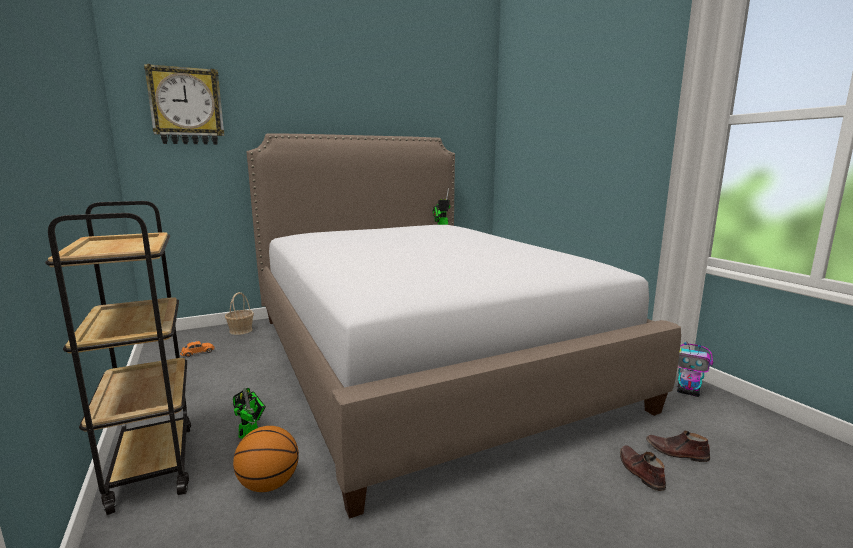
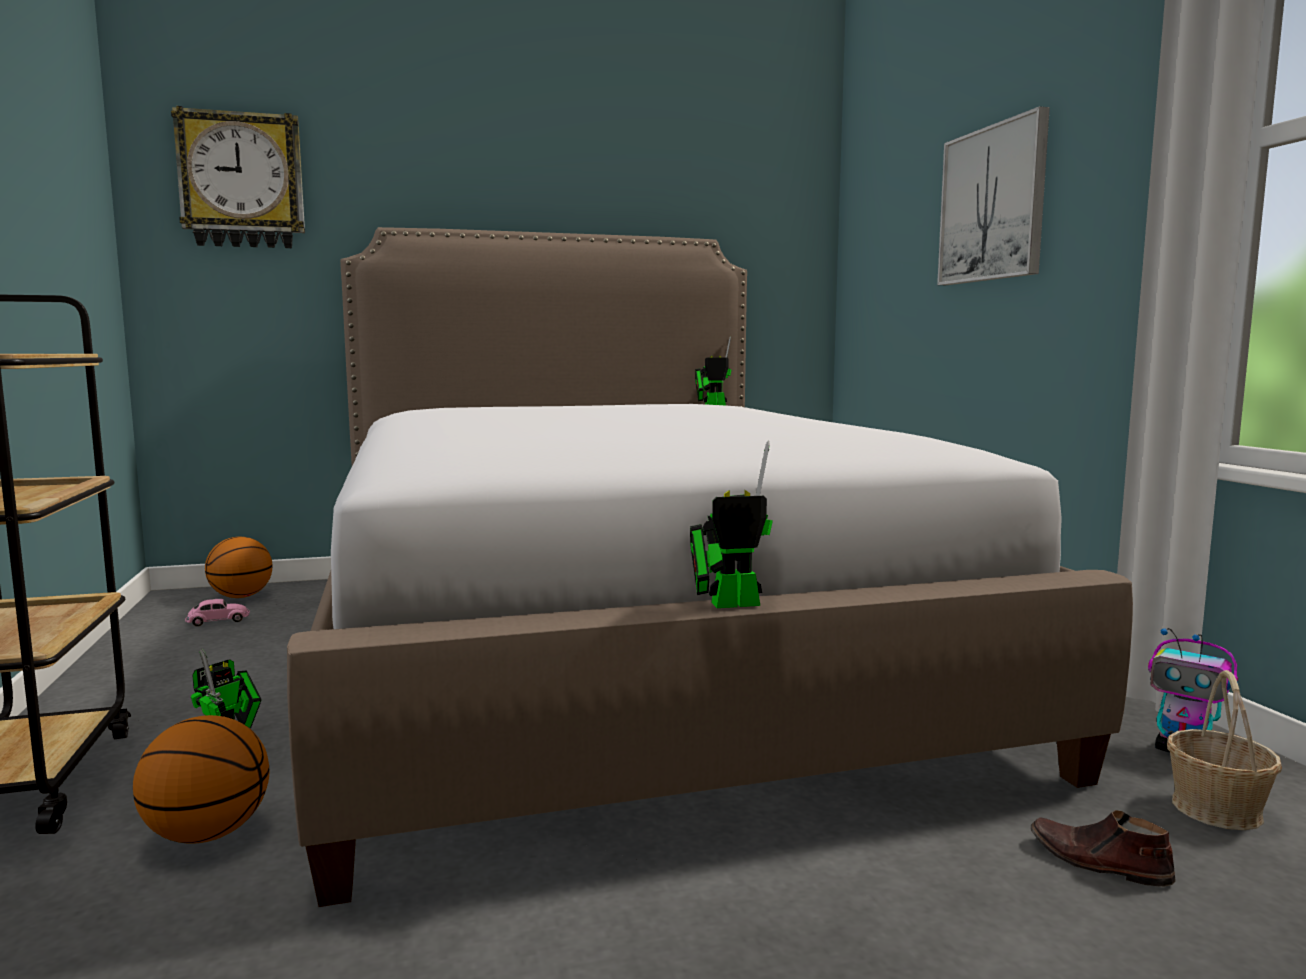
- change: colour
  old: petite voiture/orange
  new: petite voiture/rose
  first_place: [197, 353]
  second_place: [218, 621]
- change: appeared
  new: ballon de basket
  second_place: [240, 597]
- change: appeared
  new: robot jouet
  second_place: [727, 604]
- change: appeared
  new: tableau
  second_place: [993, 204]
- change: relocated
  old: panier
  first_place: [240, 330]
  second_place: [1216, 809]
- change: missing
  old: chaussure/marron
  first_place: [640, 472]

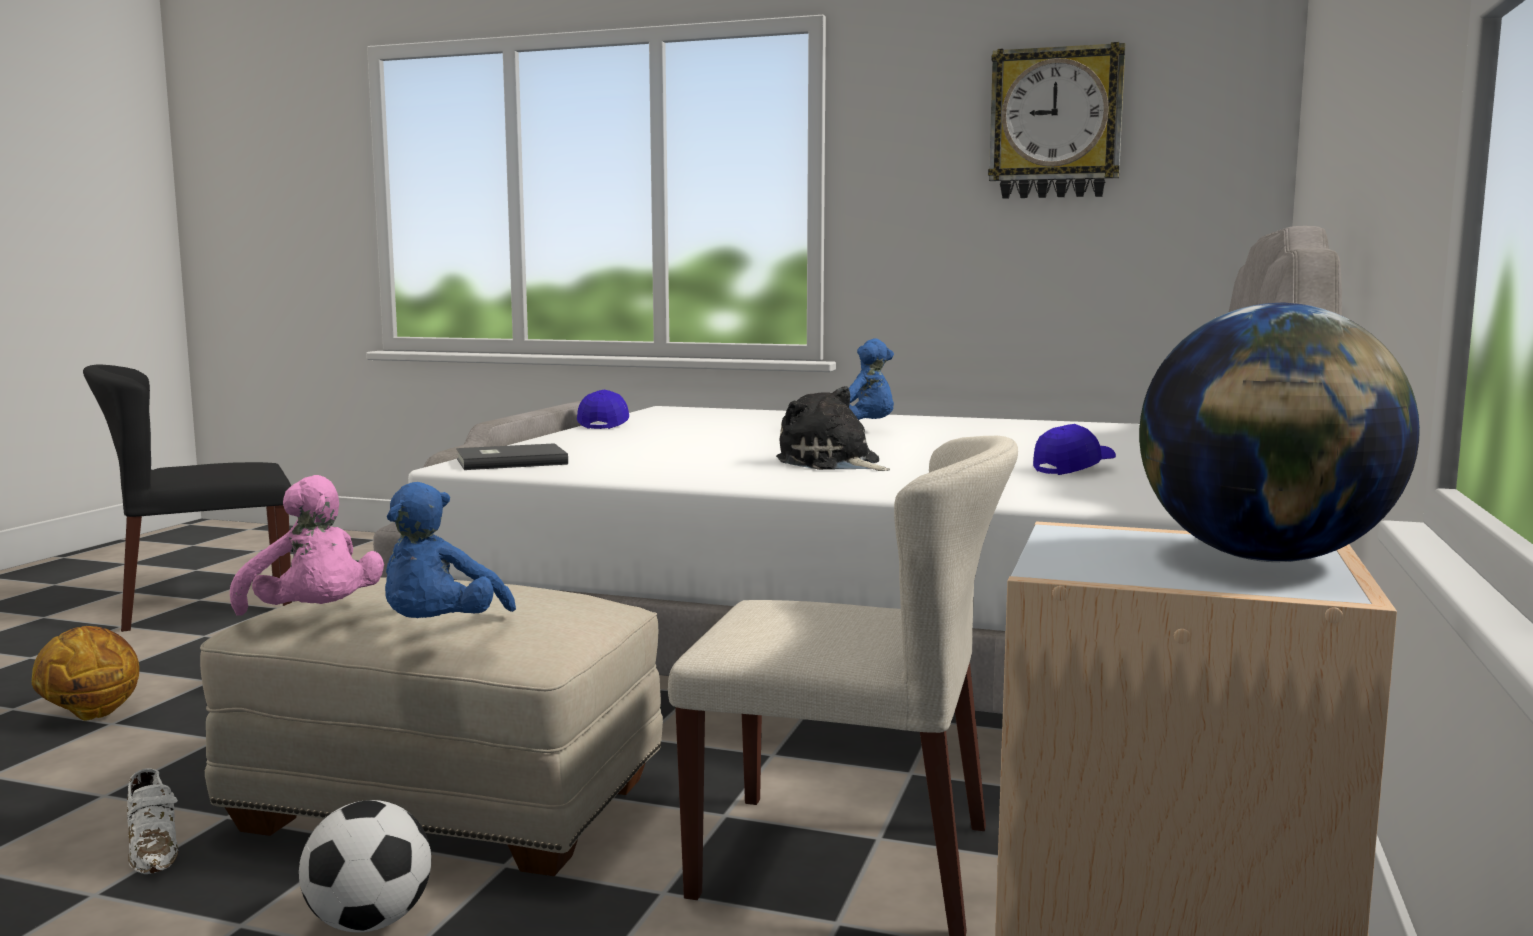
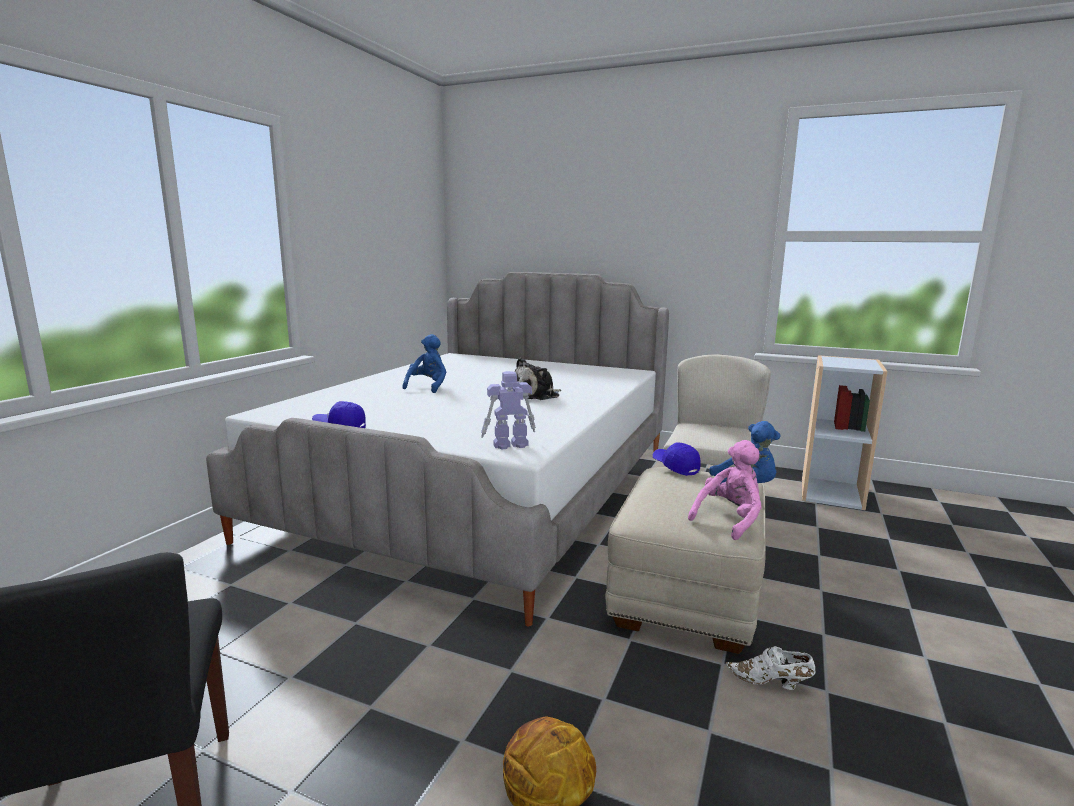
- change: exchanged
  old: livre/gris
  new: robot jouet
  first_place: [509, 461]
  second_place: [509, 445]
- change: relocated
  old: casquette/bleu
  first_place: [1073, 469]
  second_place: [675, 467]
- change: spun
  old: chaussure/blanc
  first_place: [153, 849]
  second_place: [771, 682]
  degrees: -135
- change: missing
  old: ballon de foot
  first_place: [369, 923]
- change: missing
  old: horloge murale
  first_place: [1055, 123]
- change: missing
  old: globe
  first_place: [1264, 559]

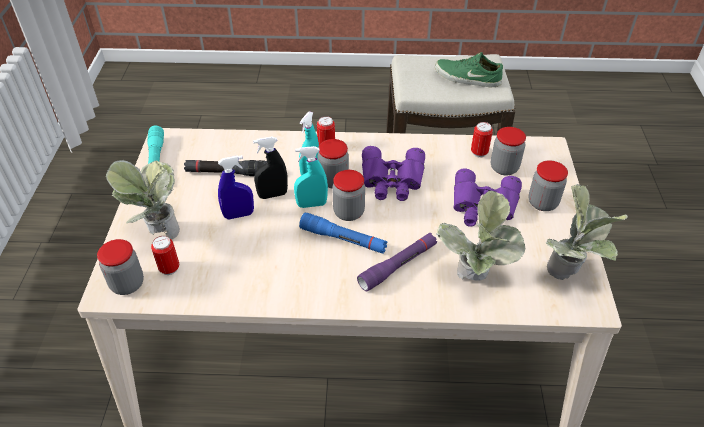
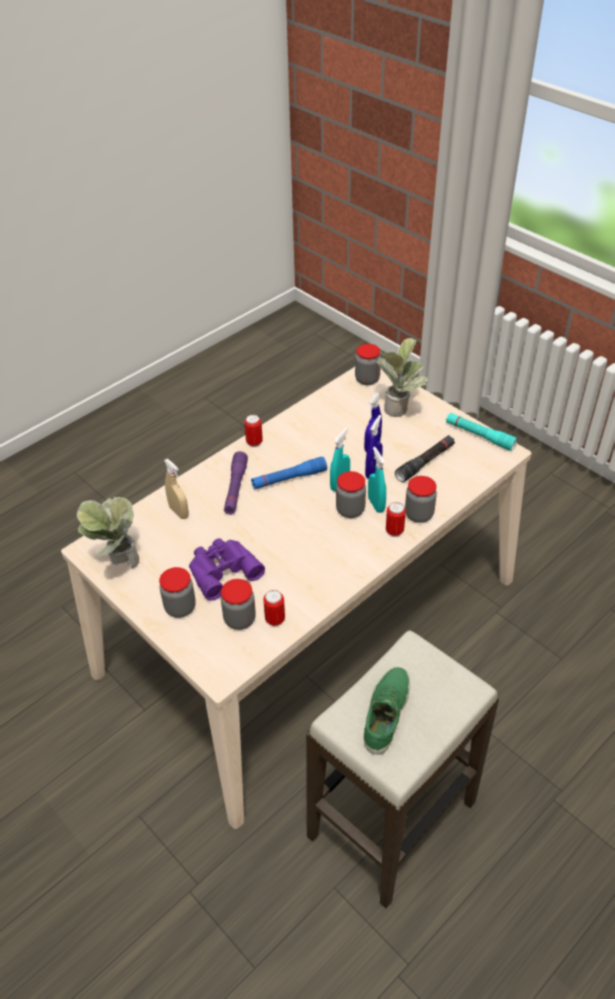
- change: exchanged
  old: plante en pot
  new: vaporisateur/beige
  first_place: [473, 281]
  second_place: [179, 512]
- change: relocated
  old: boîte métallique
  first_place: [169, 268]
  second_place: [254, 442]
- change: spun
  old: chaussure/vert
  first_place: [467, 78]
  second_place: [384, 712]
  degrees: -45
- change: colour
  old: vaporisateur/noir
  new: vaporisateur/bleu
  first_place: [273, 195]
  second_place: [373, 472]
- change: relocated
  old: bocal
  first_place: [349, 212]
  second_place: [419, 514]
- change: missing
  old: jumelles/violet
  first_place: [392, 180]

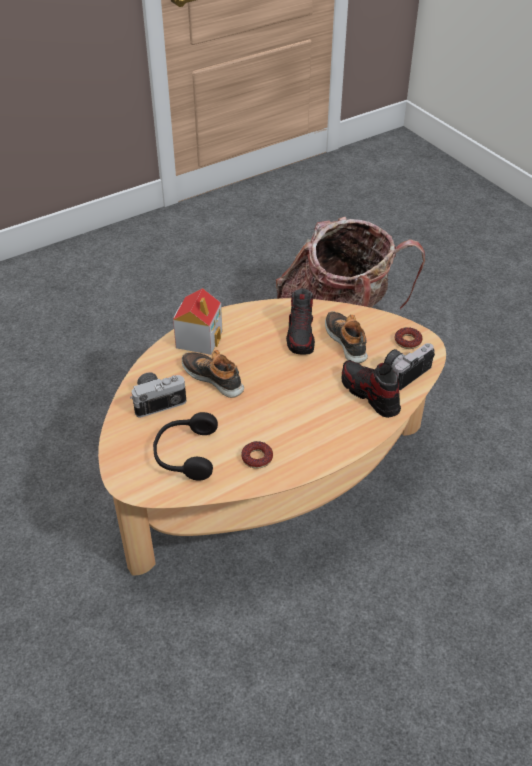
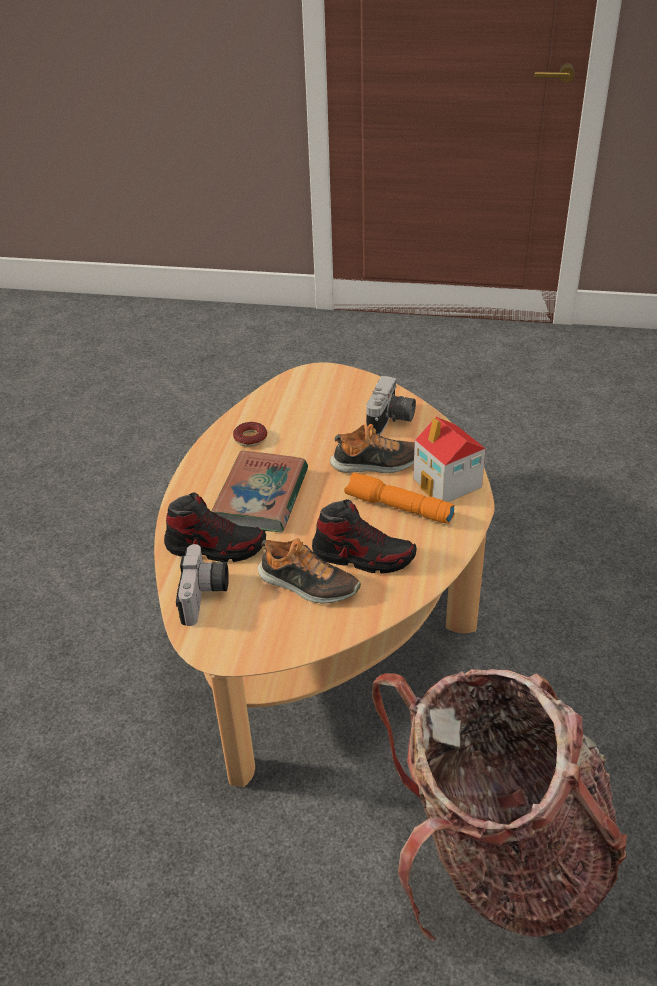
- change: appeared
  new: livre
  second_place: [262, 497]
- change: spun
  old: chaussure
  first_place: [301, 335]
  second_place: [363, 556]
  degrees: 150
- change: appeared
  new: lampe de poche/orange
  second_place: [397, 508]
- change: missing
  old: casque audio/noir
  first_place: [185, 454]
- change: missing
  old: beignet
  first_place: [408, 341]

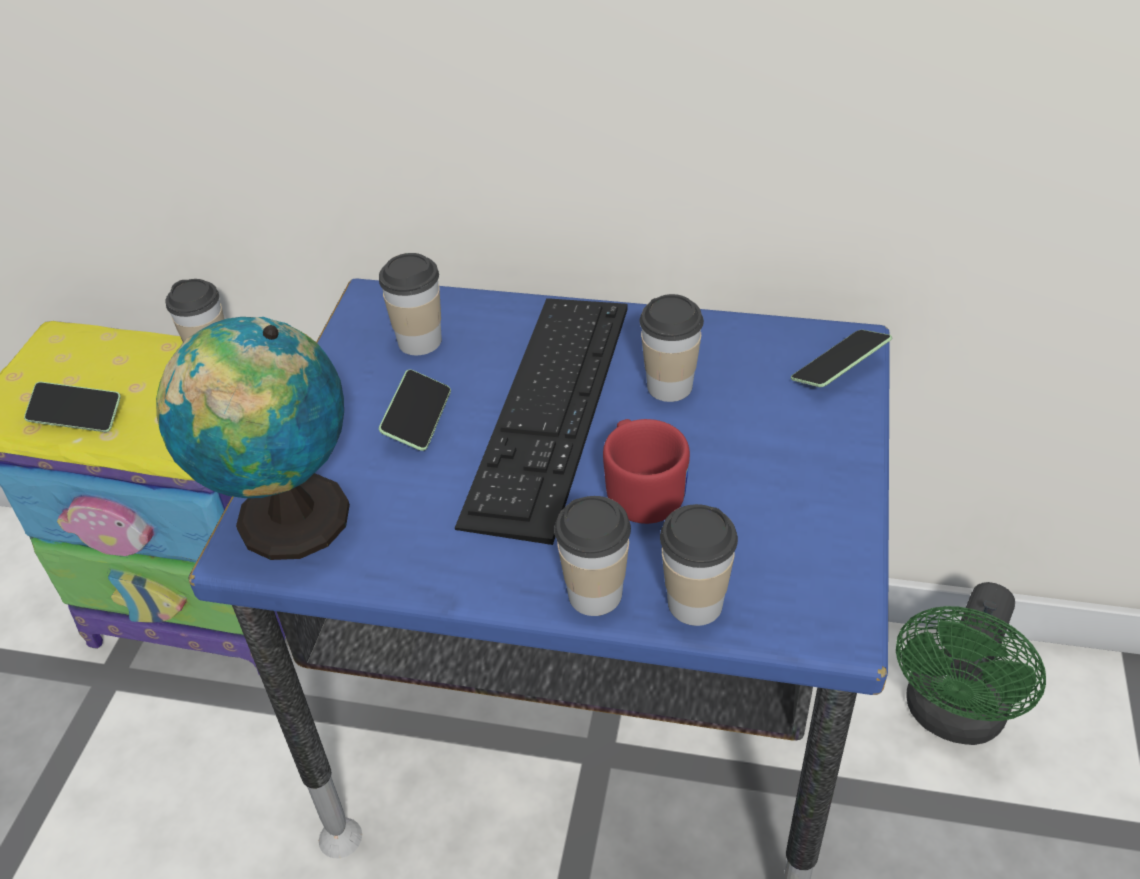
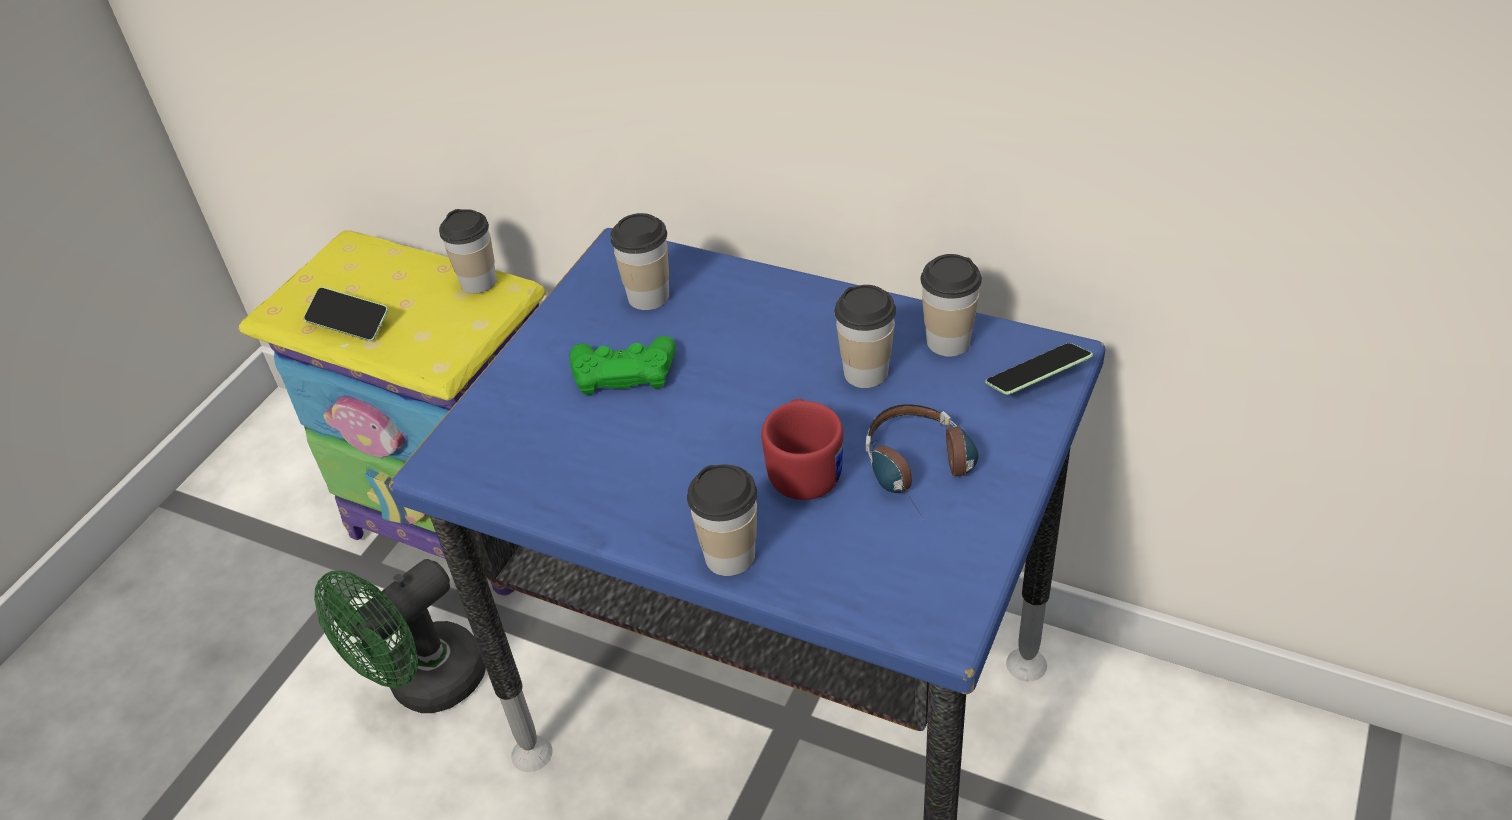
- change: relocated
  old: ventilateur/vert
  first_place: [952, 717]
  second_place: [424, 685]
- change: exchanged
  old: téléphone
  new: manette/vert
  first_place: [418, 420]
  second_place: [623, 371]
- change: appeared
  new: casque audio
  second_place: [924, 474]
- change: relocated
  old: tasse
  first_place: [695, 603]
  second_place: [948, 341]
- change: missing
  old: globe
  first_place: [285, 520]
- change: missing
  old: clavier
  first_place: [549, 409]

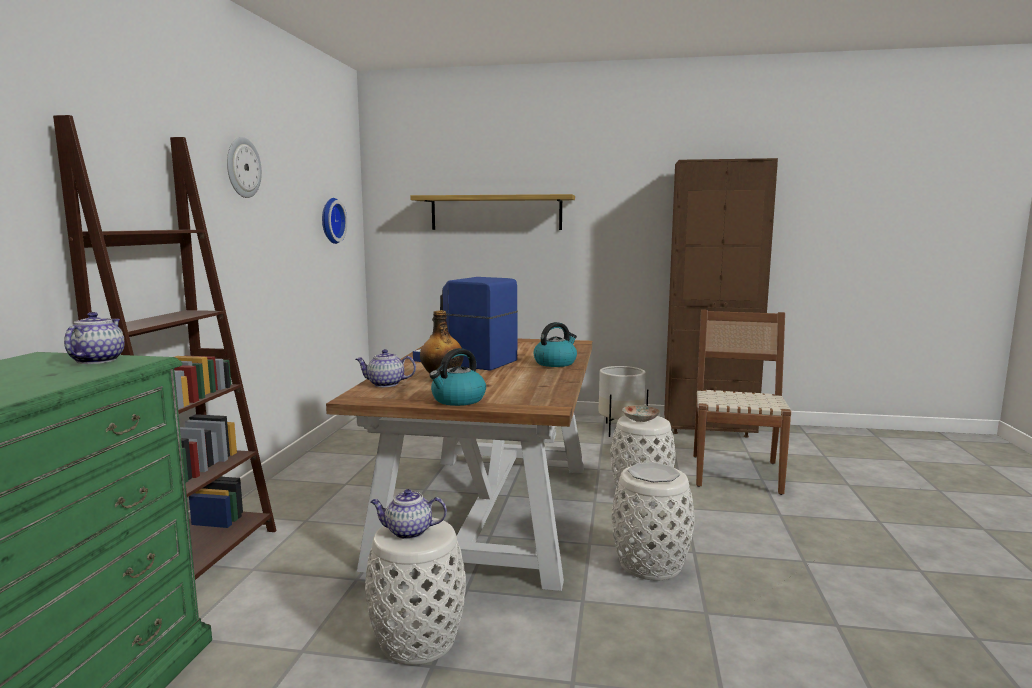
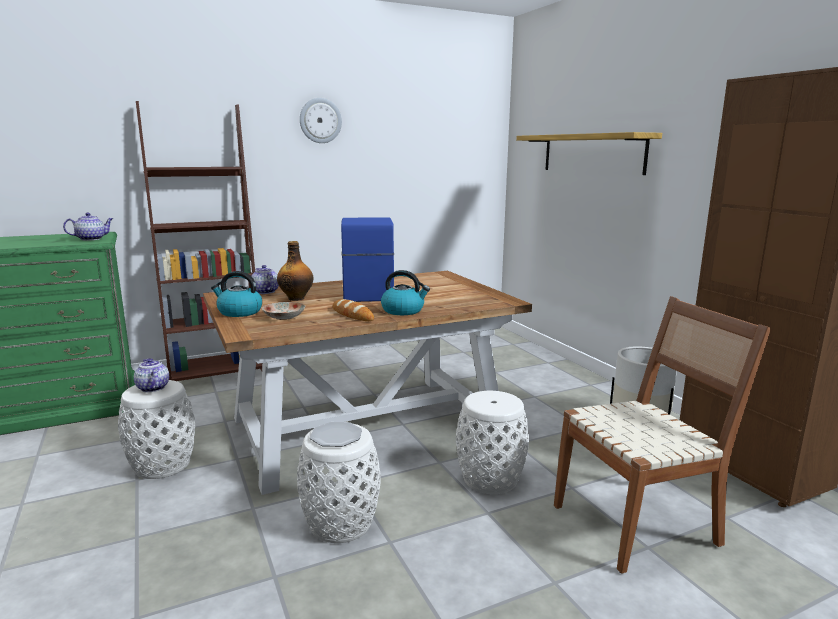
- change: relocated
  old: assiette
  first_place: [640, 419]
  second_place: [283, 317]
- change: appeared
  new: pain
  second_place: [352, 314]
- change: missing
  old: horloge murale
  first_place: [330, 221]

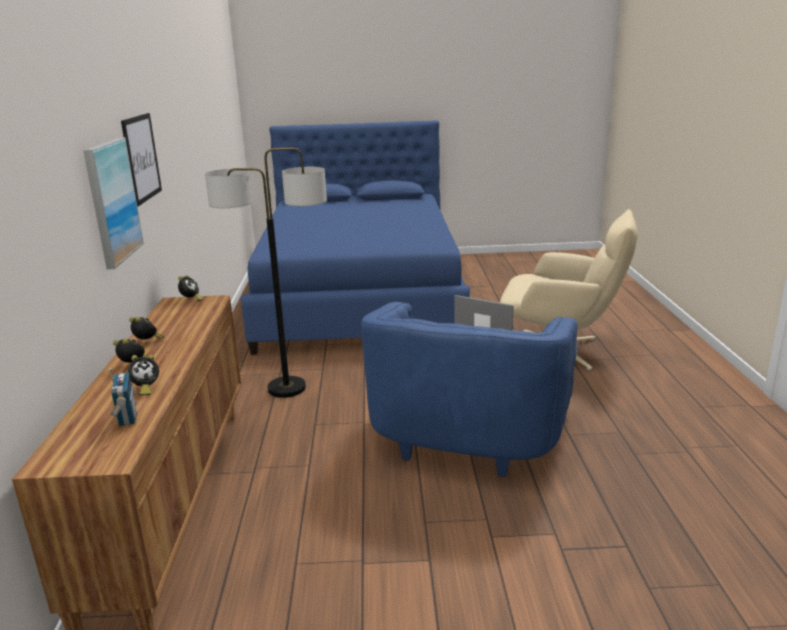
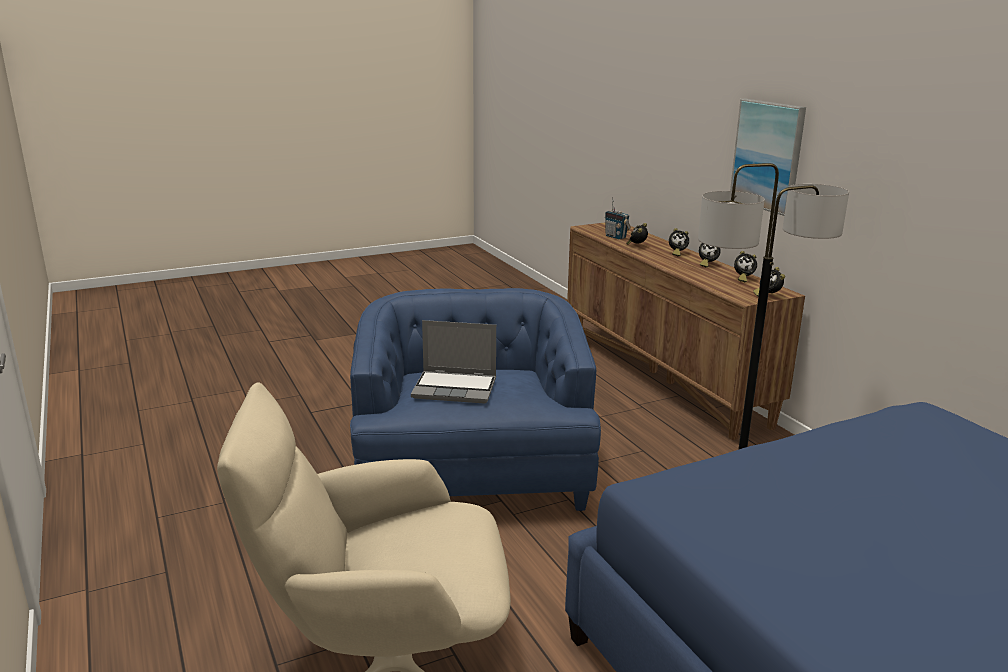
- change: appeared
  new: réveil
  second_place: [743, 279]
- change: missing
  old: tableau
  first_place: [141, 158]

